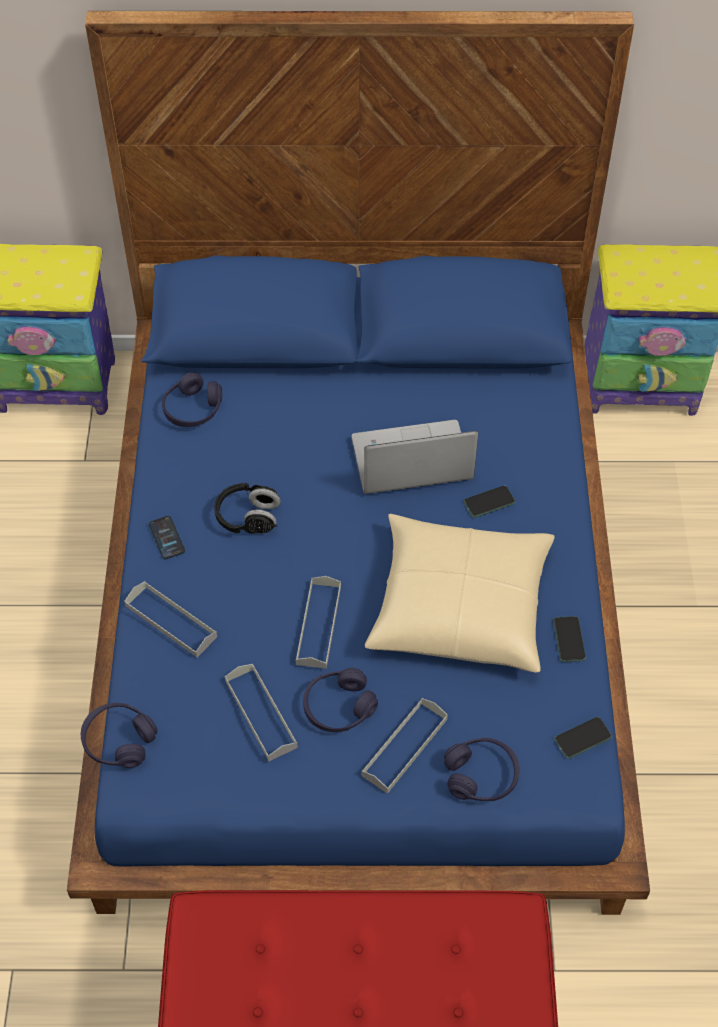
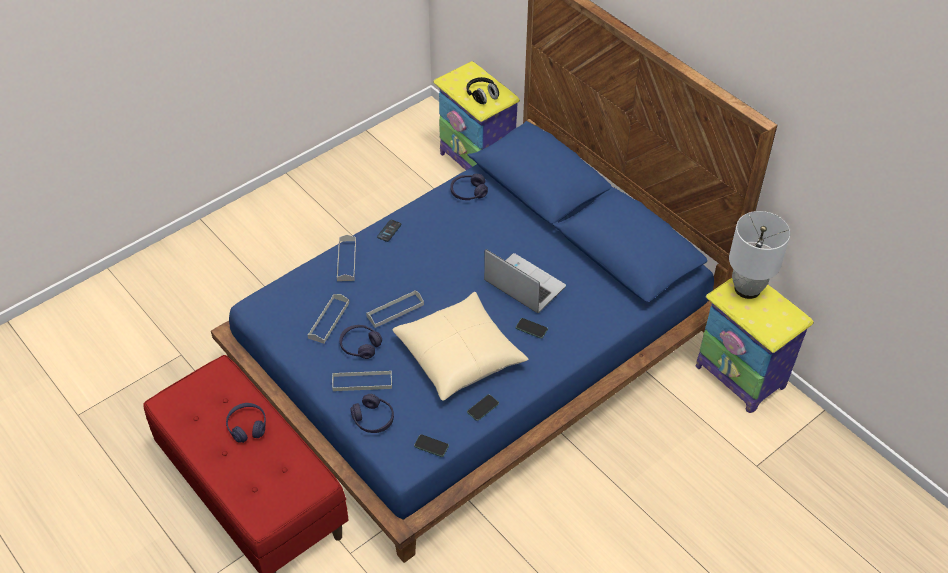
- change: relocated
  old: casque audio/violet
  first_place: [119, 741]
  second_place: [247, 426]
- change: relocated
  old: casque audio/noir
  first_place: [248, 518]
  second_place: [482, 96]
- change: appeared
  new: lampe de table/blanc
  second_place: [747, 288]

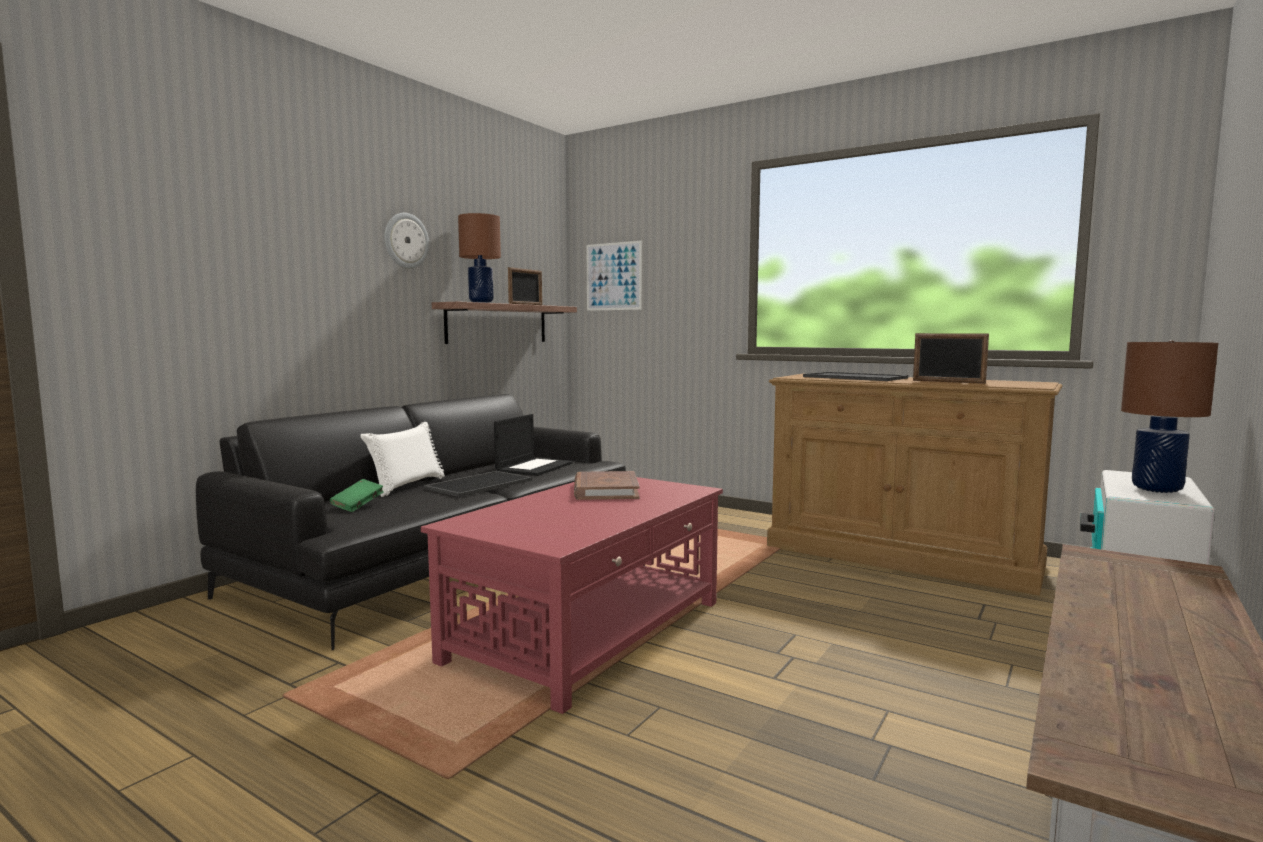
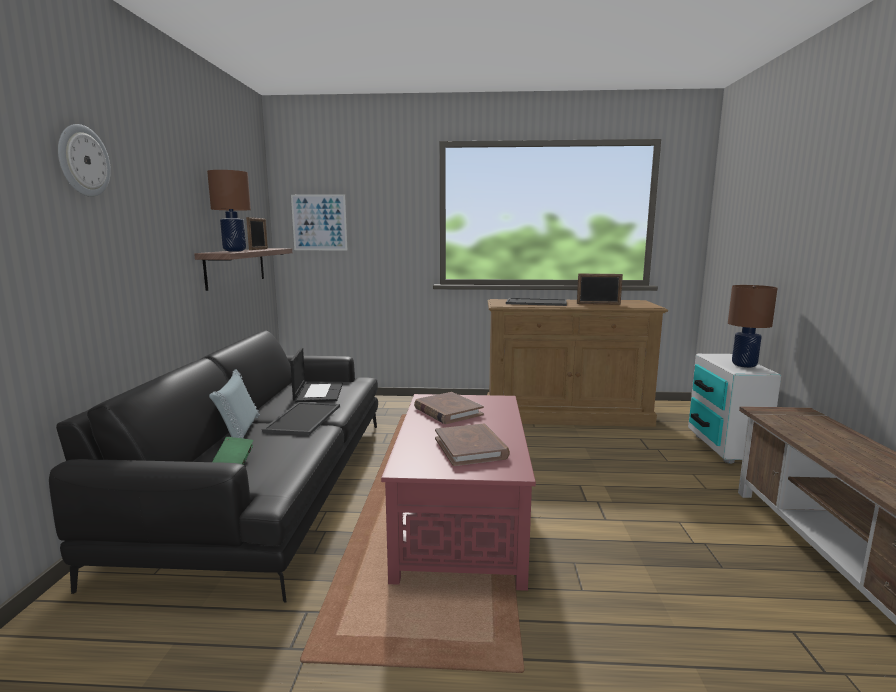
- change: relocated
  old: horloge murale
  first_place: [406, 241]
  second_place: [83, 161]
- change: colour
  old: coussin/blanc
  new: coussin/bleu
  first_place: [407, 486]
  second_place: [239, 431]
- change: appeared
  new: livre/marron
  second_place: [471, 448]

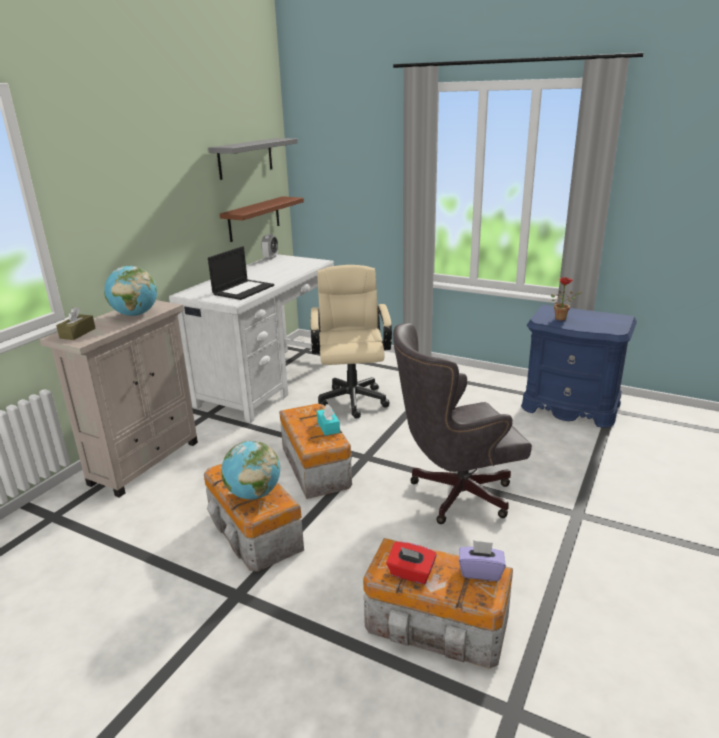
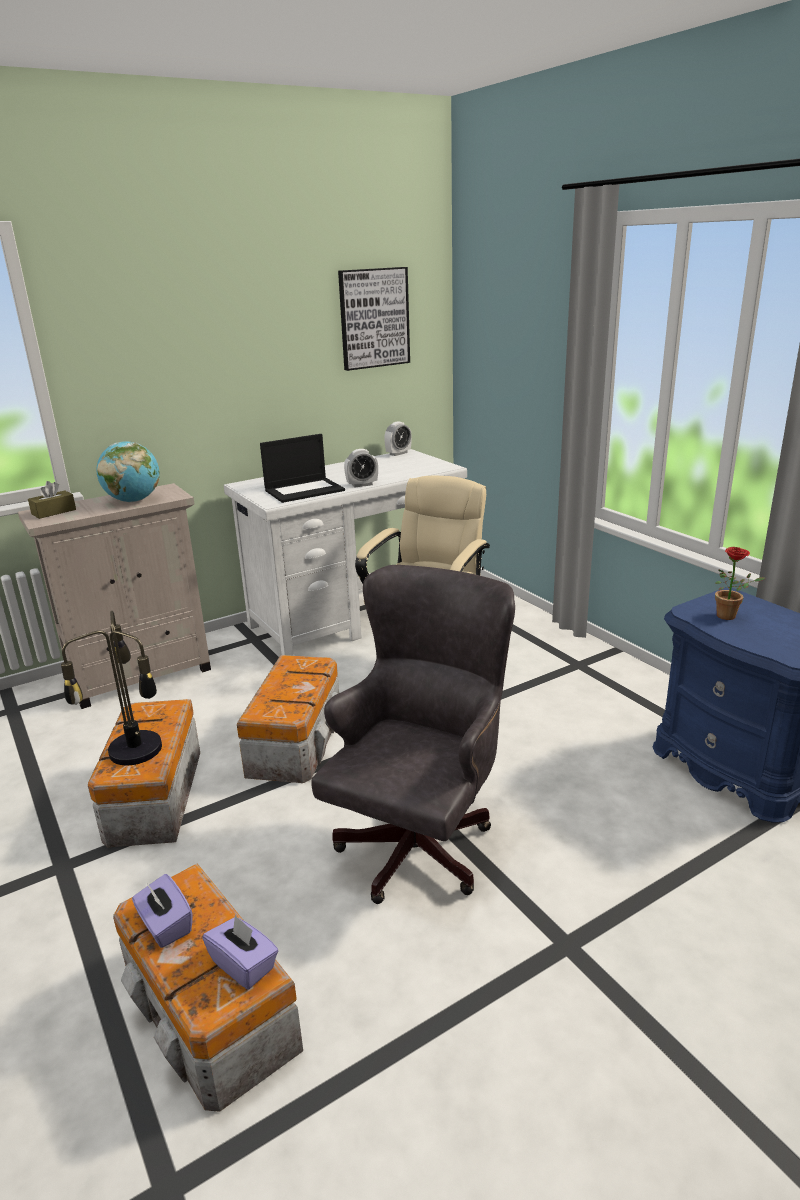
- change: exchanged
  old: globe
  new: lampe de table
  first_place: [253, 494]
  second_place: [134, 750]
- change: colour
  old: boîte à mouchoirs/rouge
  new: boîte à mouchoirs/violet
  first_place: [411, 573]
  second_place: [165, 926]
- change: spun
  old: chaise de bureau/gris
  first_place: [455, 496]
  second_place: [419, 843]
  degrees: 105
- change: exchanged
  old: étagère/gris
  new: tableau
  first_place: [245, 158]
  second_place: [374, 318]
- change: appeared
  new: réveil
  second_place: [362, 485]
- change: missing
  old: étagère/marron
  first_place: [254, 219]
- change: missing
  old: boîte à mouchoirs/turquoise
  first_place: [328, 427]

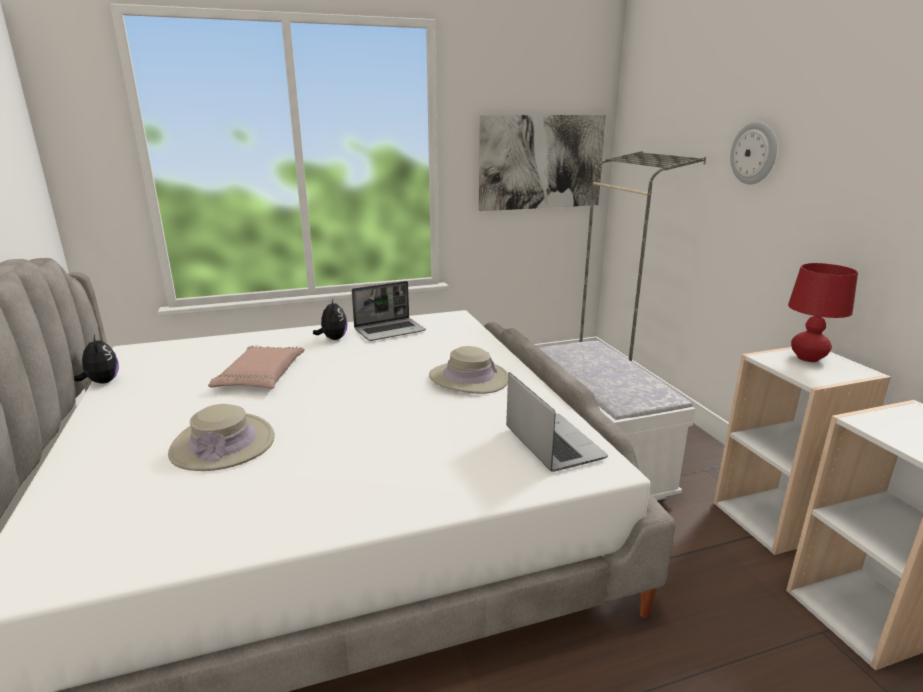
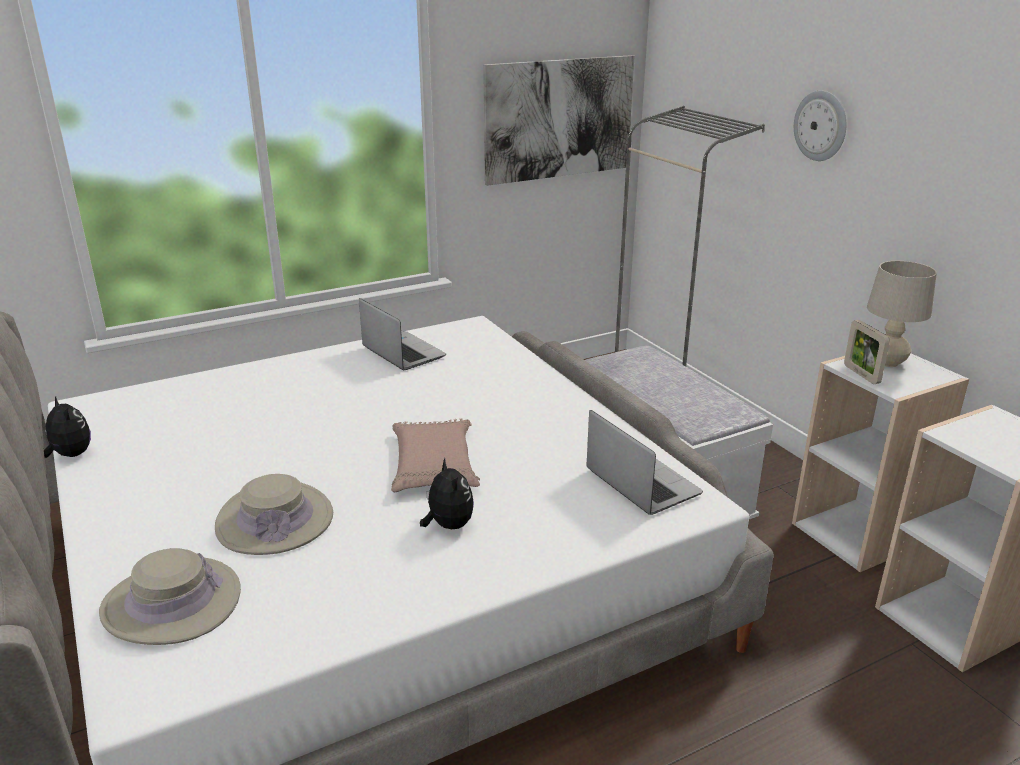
- change: relocated
  old: chapeau/beige
  first_place: [468, 378]
  second_place: [172, 602]
- change: spun
  old: ordinateur portable
  first_place: [390, 330]
  second_place: [402, 352]
  degrees: -90
- change: relocated
  old: coussin/beige
  first_place: [261, 374]
  second_place: [434, 463]
- change: relocated
  old: peluche
  first_place: [333, 339]
  second_place: [448, 525]
- change: appeared
  new: cadre photo
  second_place: [861, 374]
- change: colour
  old: lampe de table/rouge
  new: lampe de table/beige
  first_place: [807, 358]
  second_place: [887, 362]

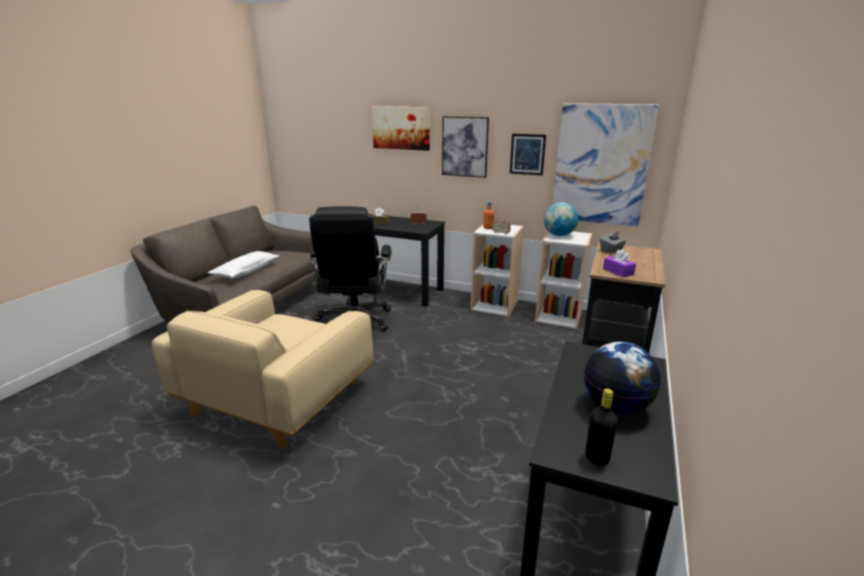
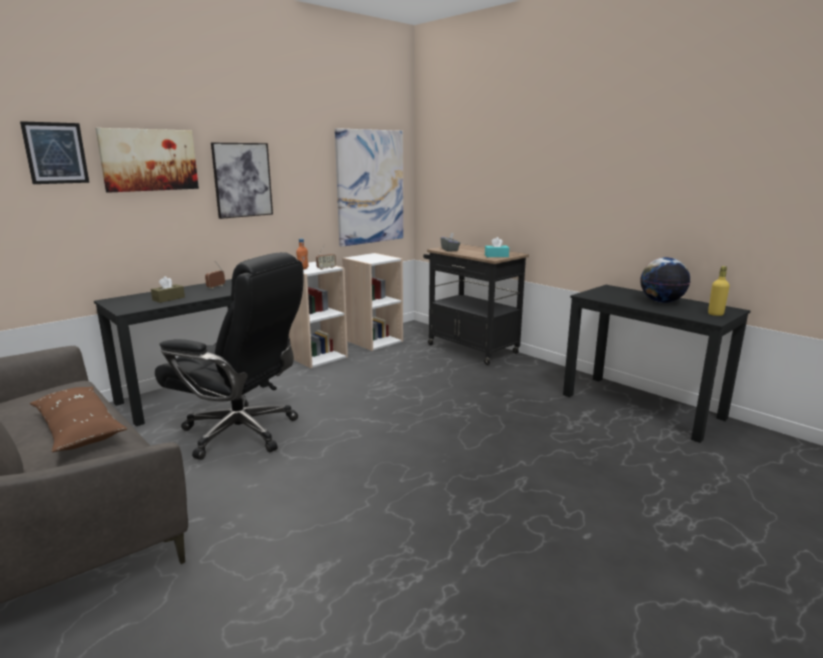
- change: relocated
  old: tableau
  first_place: [527, 154]
  second_place: [56, 153]
- change: colour
  old: coussin/blanc
  new: coussin/marron
  first_place: [246, 271]
  second_place: [78, 429]
- change: colour
  old: boîte à mouchoirs/violet
  new: boîte à mouchoirs/turquoise
  first_place: [618, 271]
  second_place: [496, 256]
- change: colour
  old: bouteille/noir
  new: bouteille/jaune
  first_place: [597, 458]
  second_place: [715, 314]
- change: missing
  old: fauteuil/beige
  first_place: [277, 397]
- change: missing
  old: globe
  first_place: [559, 235]

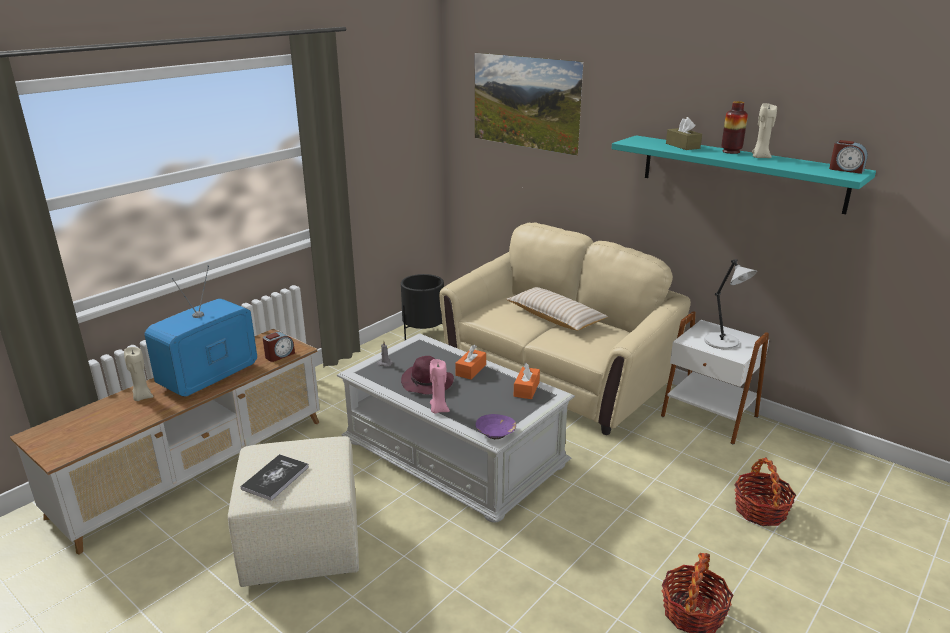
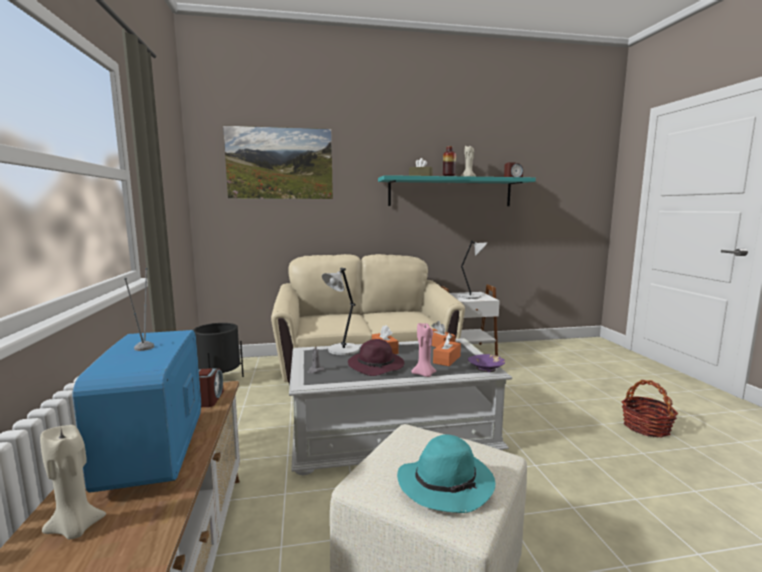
- change: appeared
  new: lampe de table/gris
  second_place: [342, 350]
- change: exchanged
  old: livre
  new: chapeau/turquoise
  first_place: [275, 478]
  second_place: [446, 483]
- change: appeared
  new: boîte à mouchoirs/orange
  second_place: [447, 359]
- change: missing
  old: coussin/beige
  first_place: [555, 318]
- change: missing
  old: panier
  first_place: [760, 510]

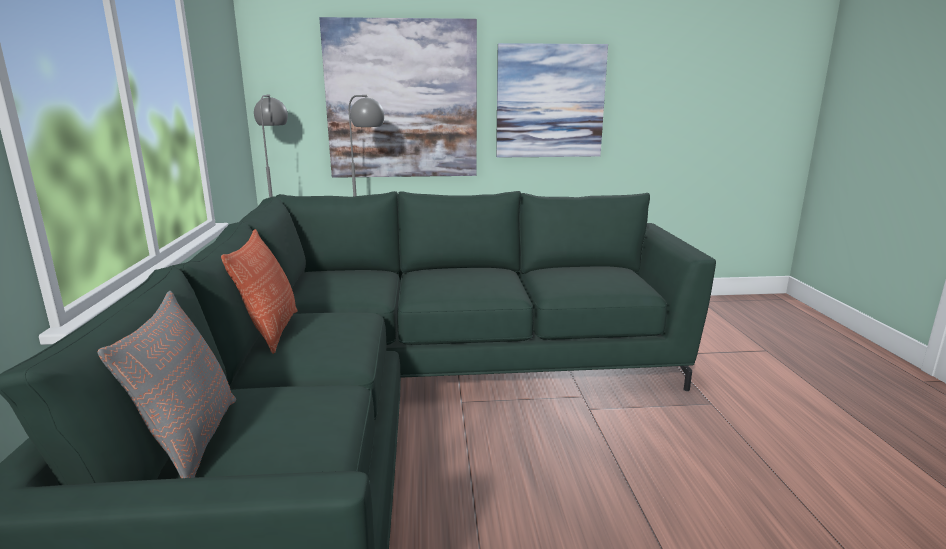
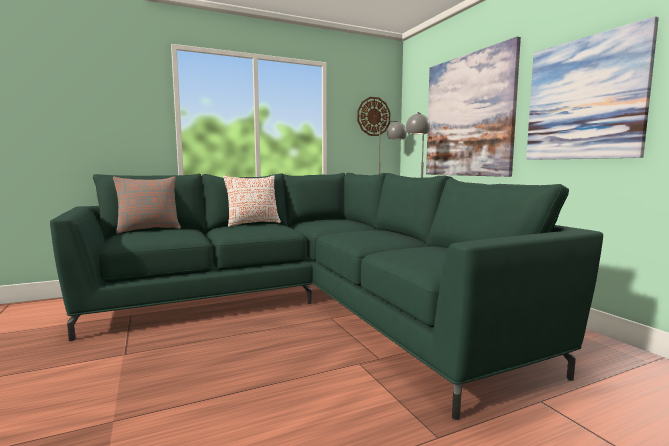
- change: colour
  old: coussin/orange
  new: coussin/blanc
  first_place: [270, 332]
  second_place: [253, 224]
- change: appeared
  new: horloge murale
  second_place: [373, 116]

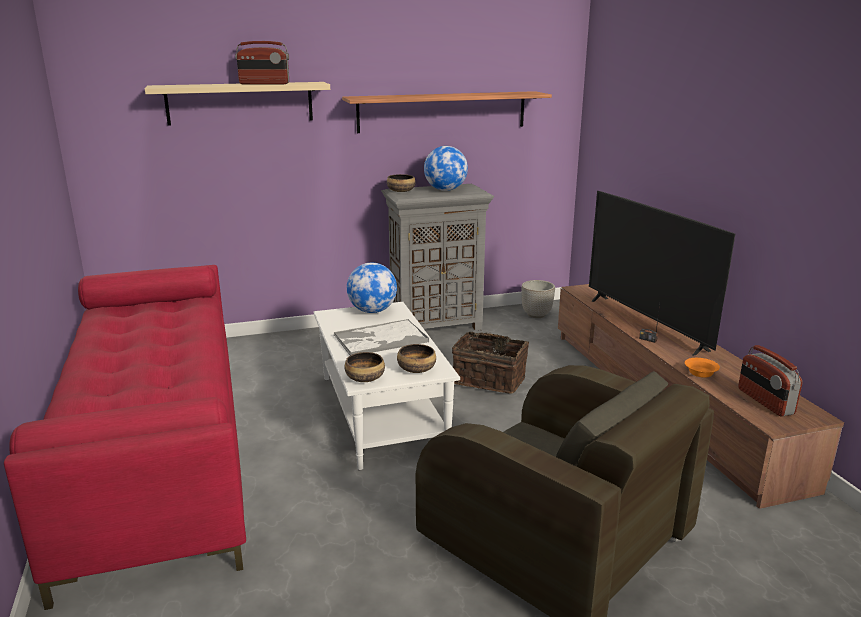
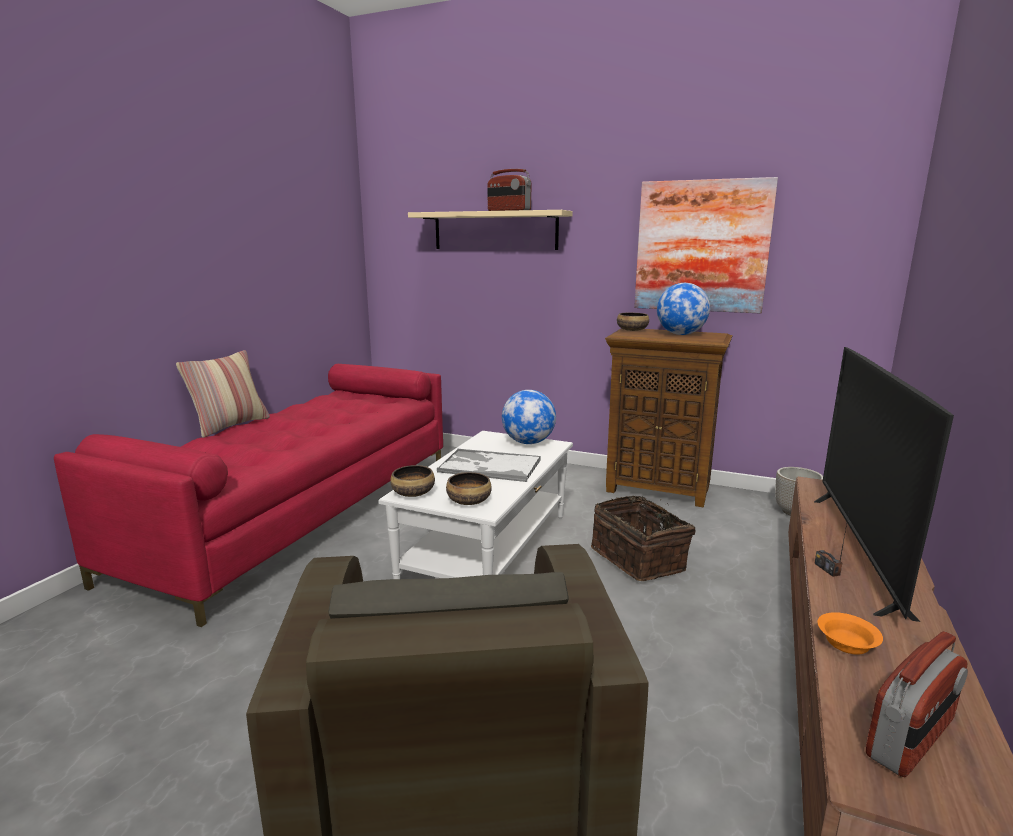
- change: appeared
  new: coussin
  second_place: [230, 425]
- change: colour
  old: meuble de rangement/gris
  new: meuble de rangement/marron
  first_place: [436, 325]
  second_place: [659, 489]
- change: exchanged
  old: étagère
  new: tableau
  first_place: [442, 111]
  second_place: [701, 246]
- change: spun
  old: radio
  first_place: [765, 401]
  second_place: [911, 739]
  degrees: -150

